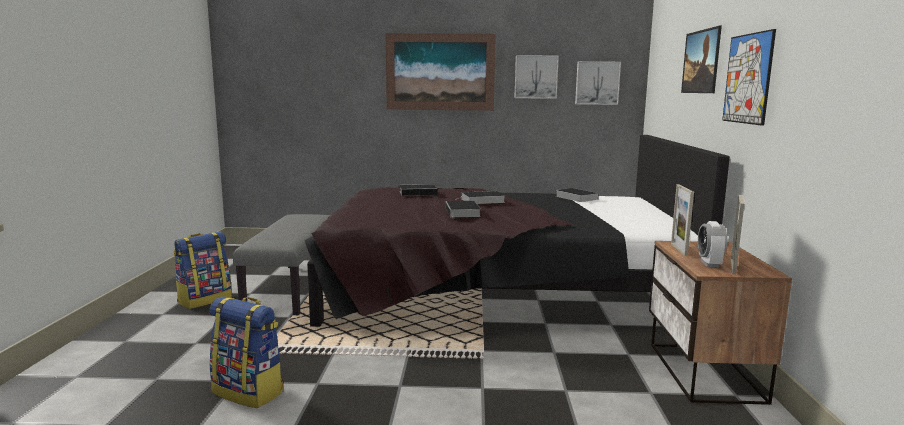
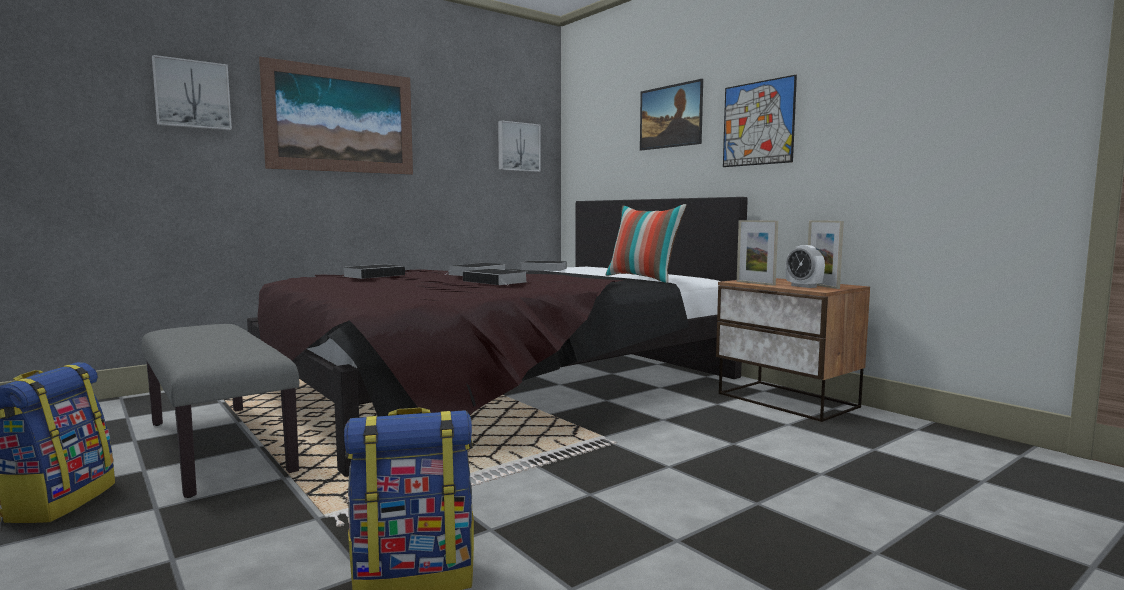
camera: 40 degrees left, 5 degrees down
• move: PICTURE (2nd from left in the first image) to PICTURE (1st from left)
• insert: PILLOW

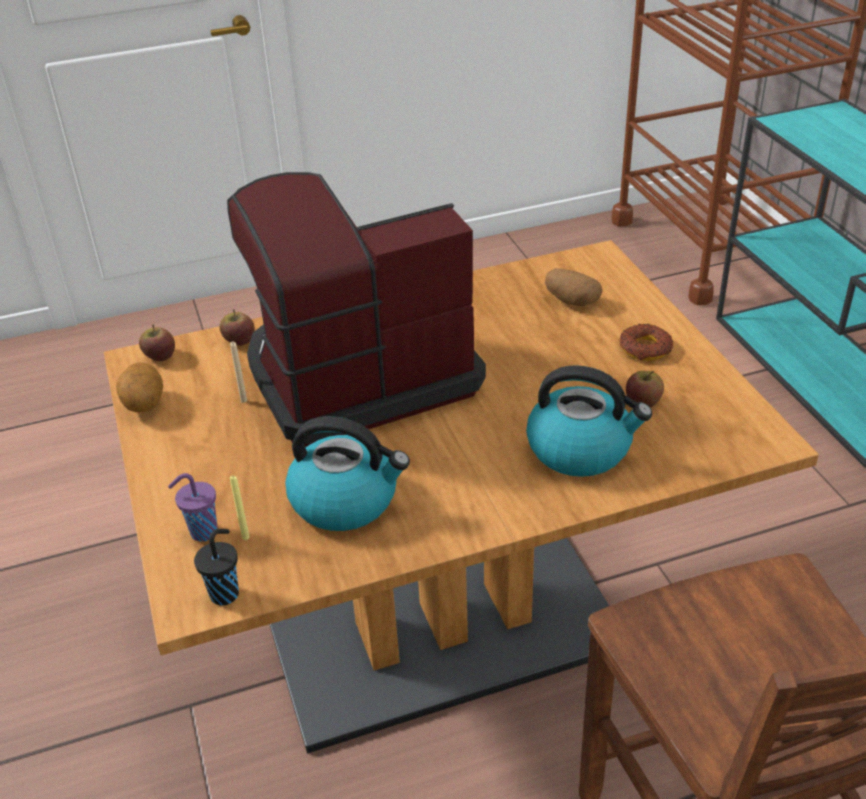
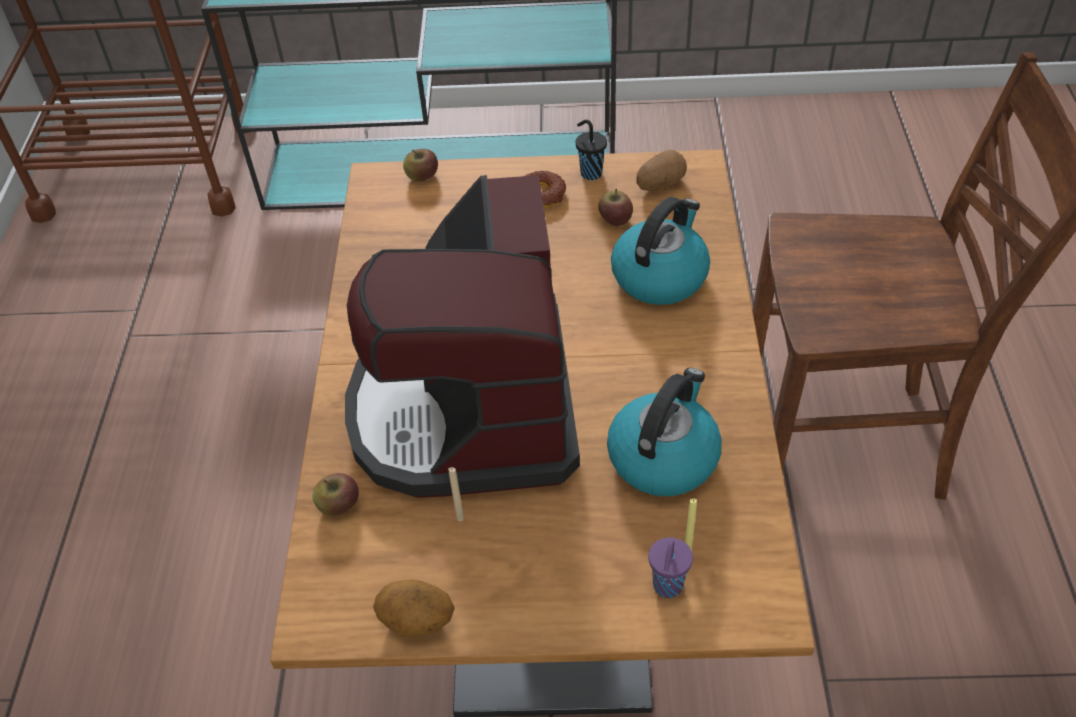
camera: 70 degrees left, 10 degrees up
• move: APPLE (1st from left in the first image) to APPLE (2nd from left)
• move: BLACK CUP
• move: POTATO (2nd from left)

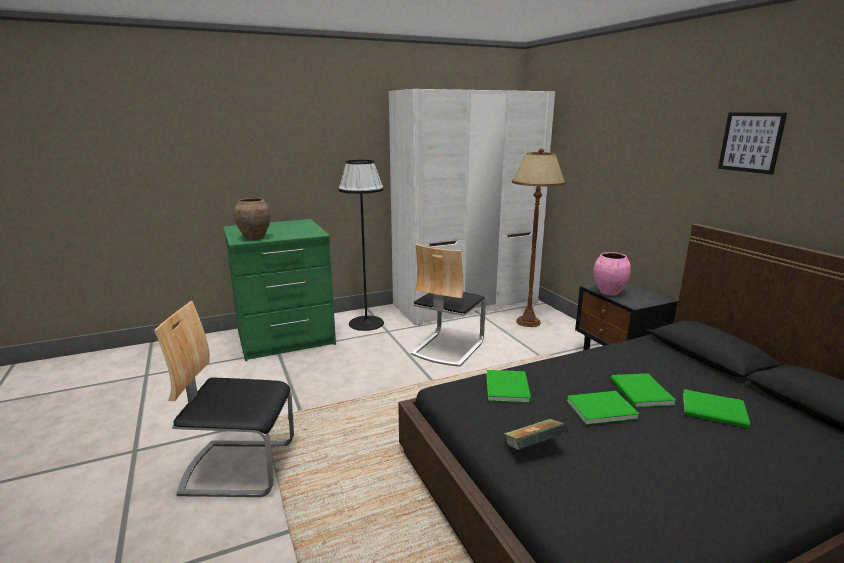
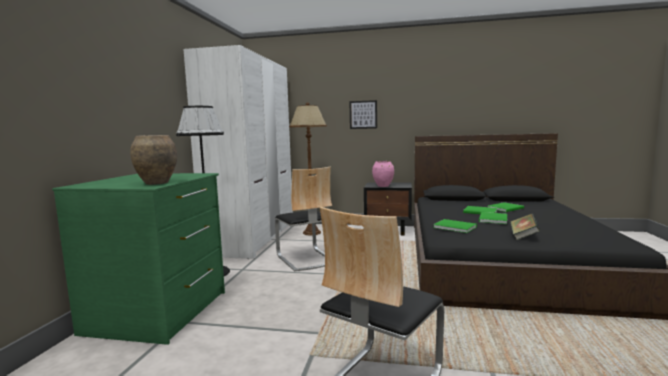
camera: 55 degrees left, 10 degrees down
• move: PICTURE

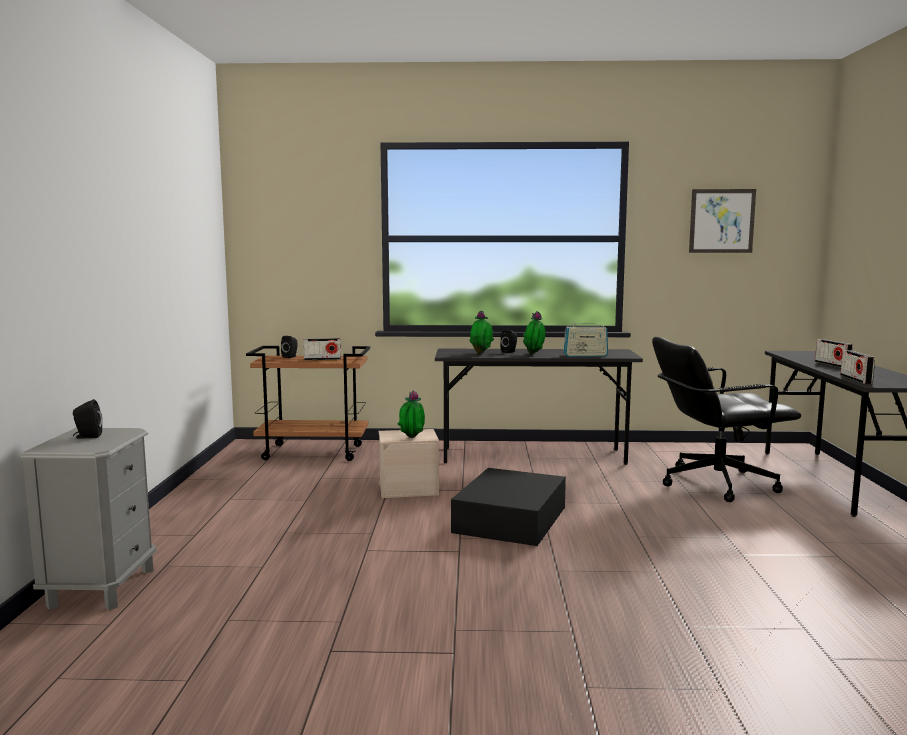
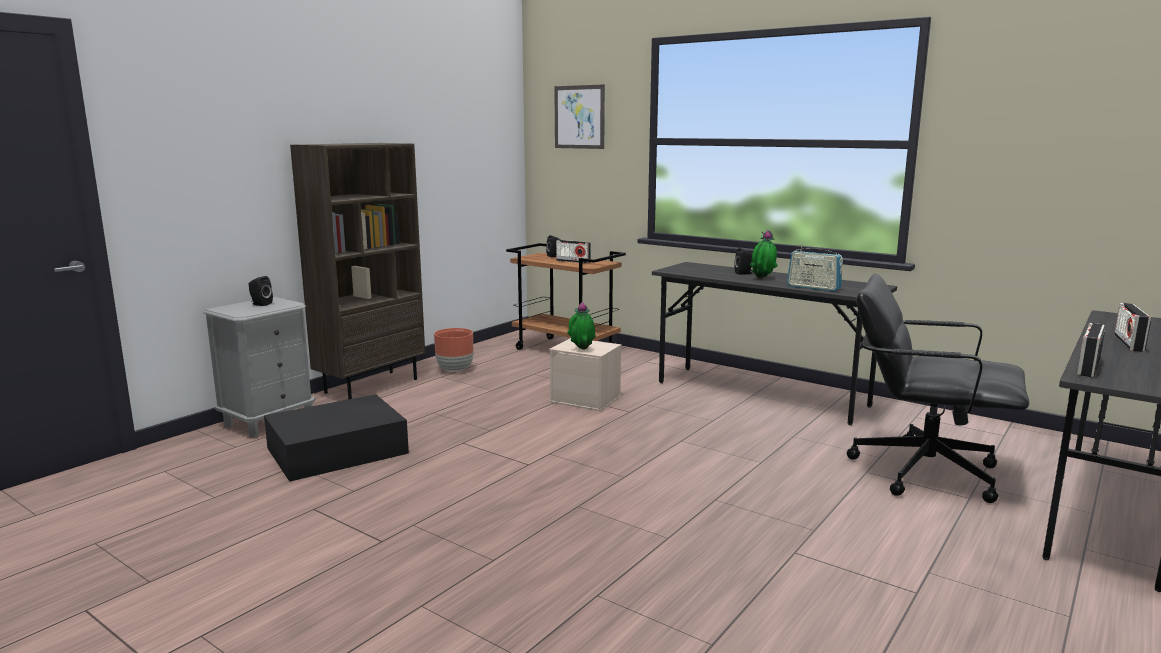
camera: 35 degrees right, 5 degrees up
• move: BLACK STORAGE BOX
• delete: POTTED PLANT (2nd from left)
• move: PICTURE
• insert: BROWN BOOKCASE
• insert: BROWN PLANTER

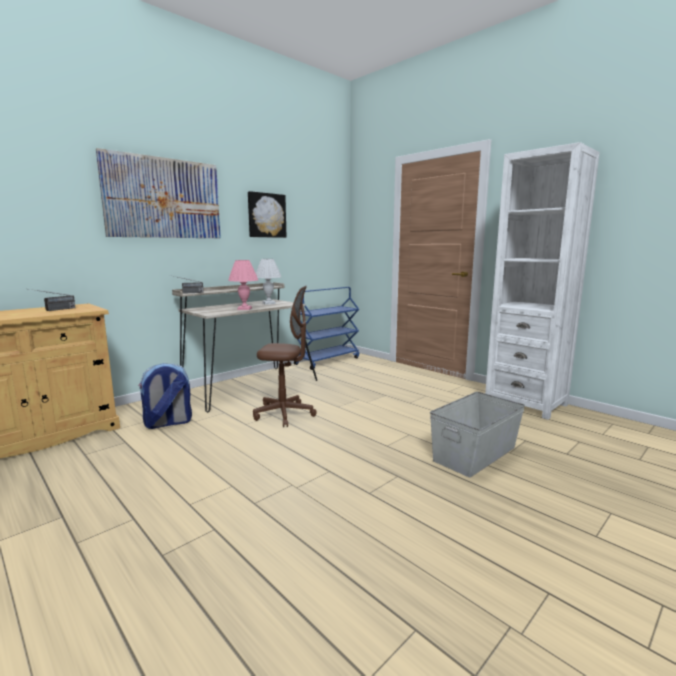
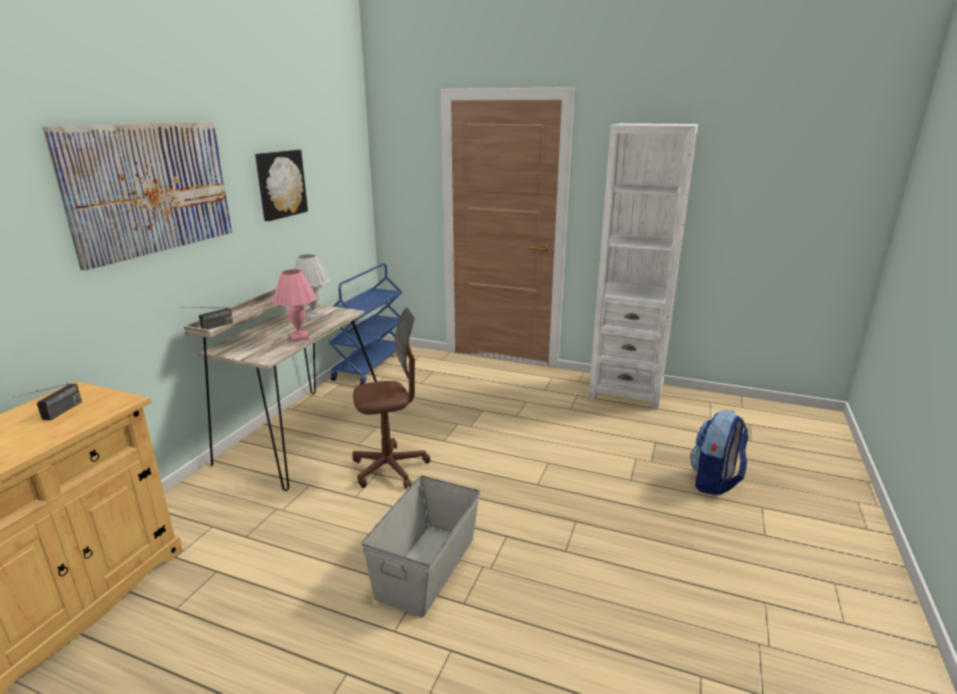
camera: 25 degrees left, 10 degrees up
• move: BACKPACK
• move: GREY STORAGE BOX

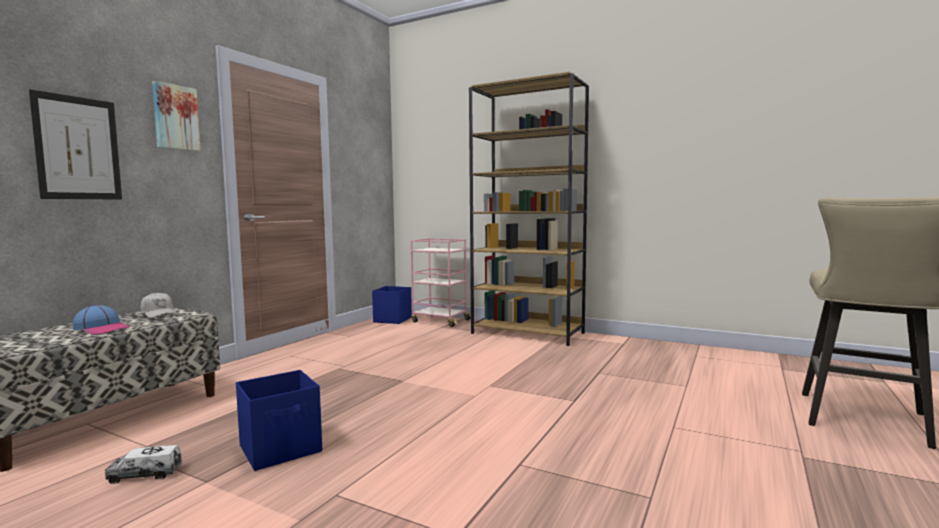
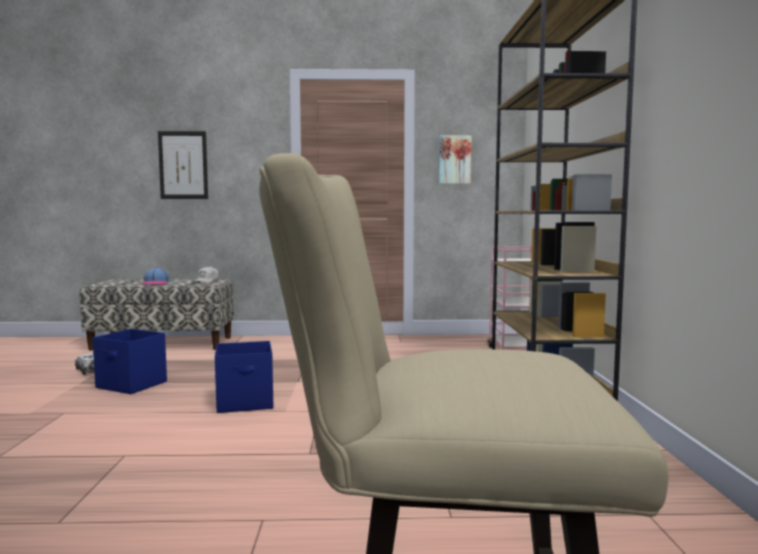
camera: 60 degrees right, 0 degrees up
• move: PICTURE (2nd from left)
• move: BLUE STORAGE BOX (2nd from left)

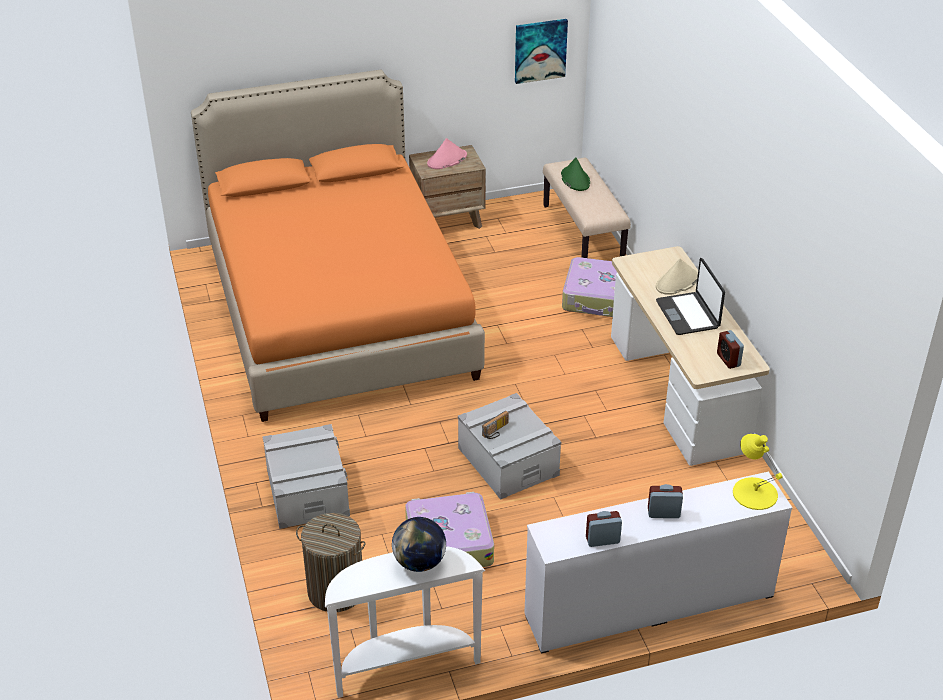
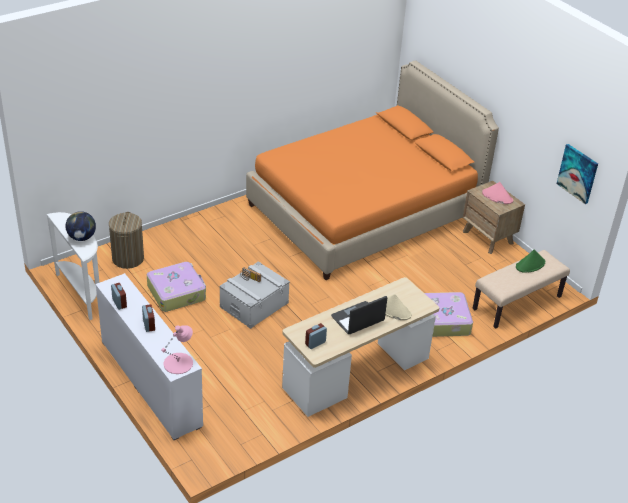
camera: 70 degrees right, 0 degrees up
• delete: GREY STORAGE BOX (1st from left)
• recolor: YELLOW TABLE LAMP to PINK TABLE LAMP

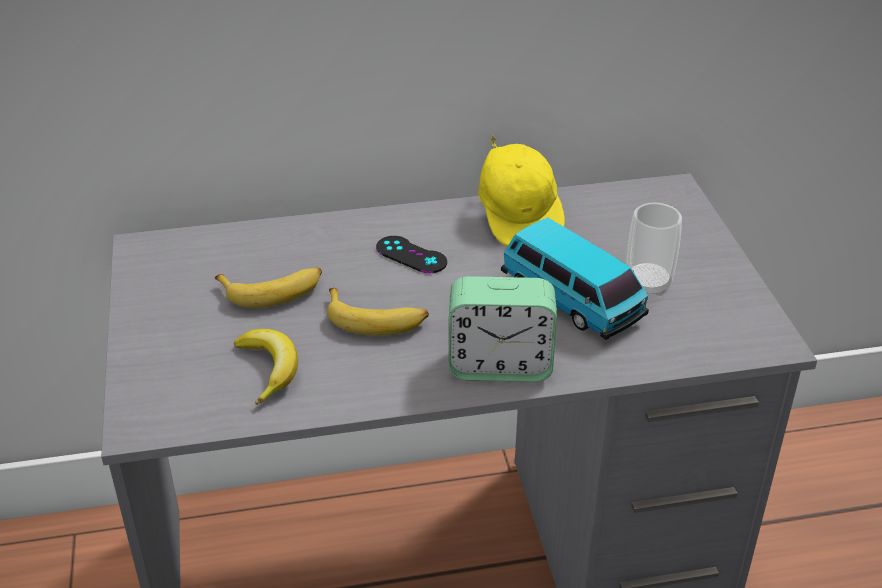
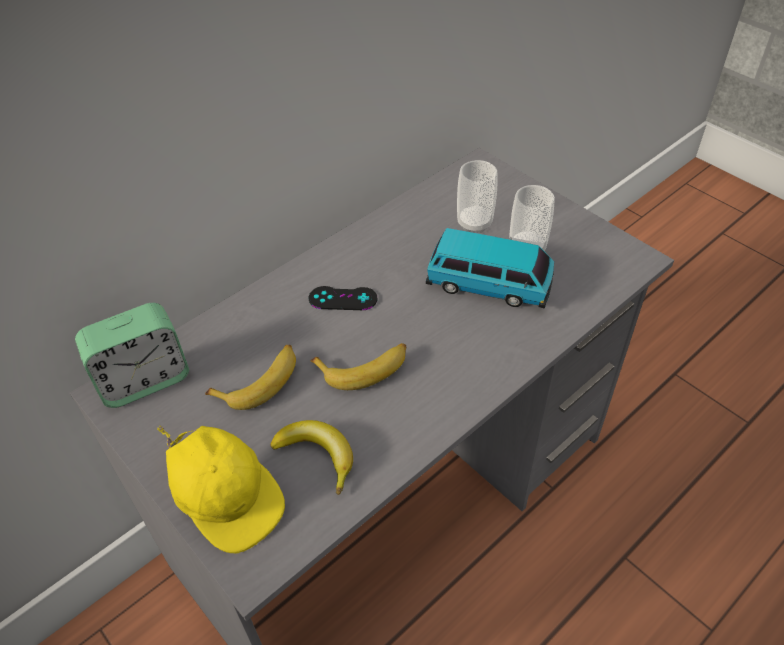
camera: 30 degrees left, 10 degrees up
• move: ALARM CLOCK
• move: YELLOW CAP
• insert: CUP (1st from left)

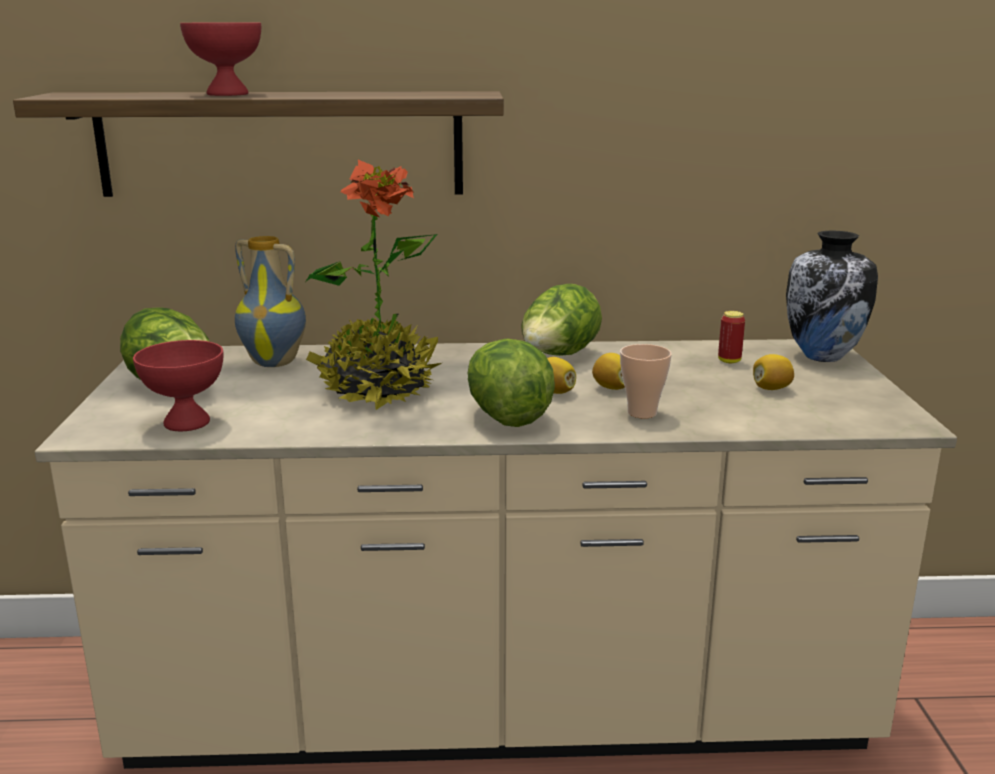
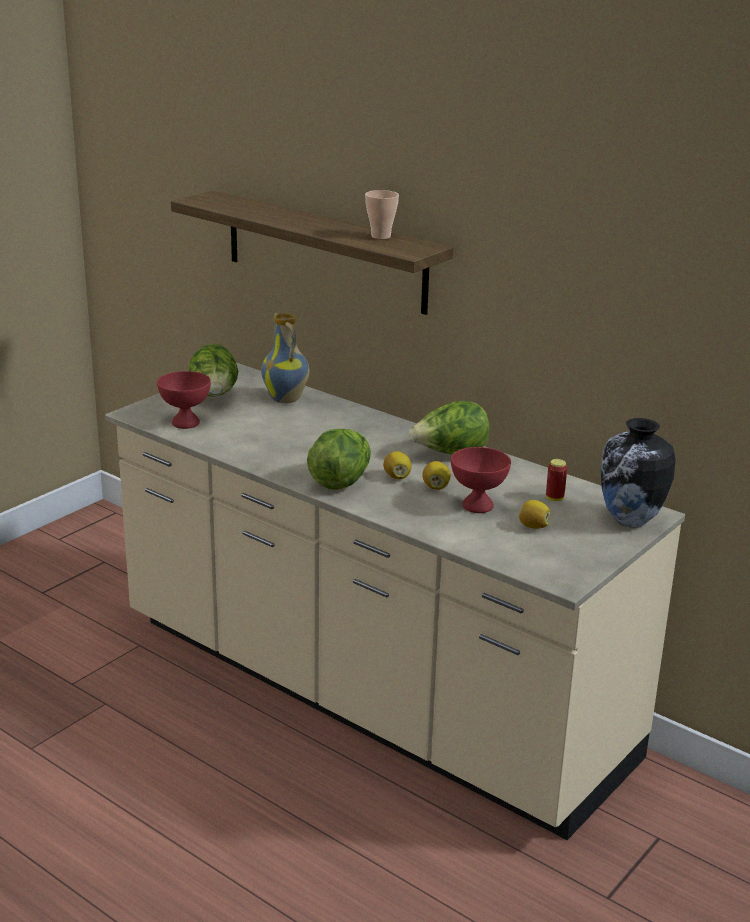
camera: 40 degrees right, 5 degrees up
• move: RED BOWL (2nd from left)
• delete: POTTED PLANT
• move: CUP

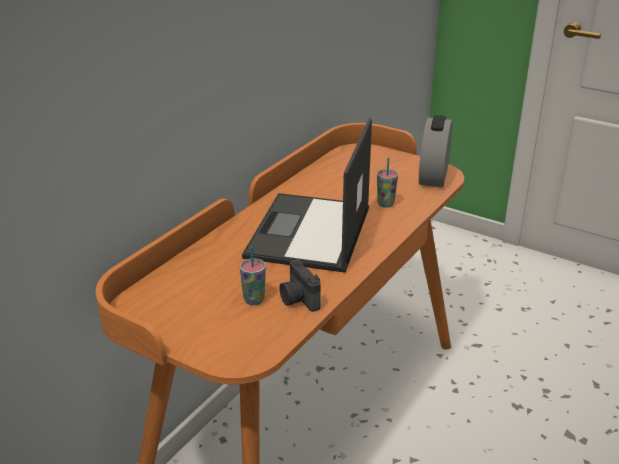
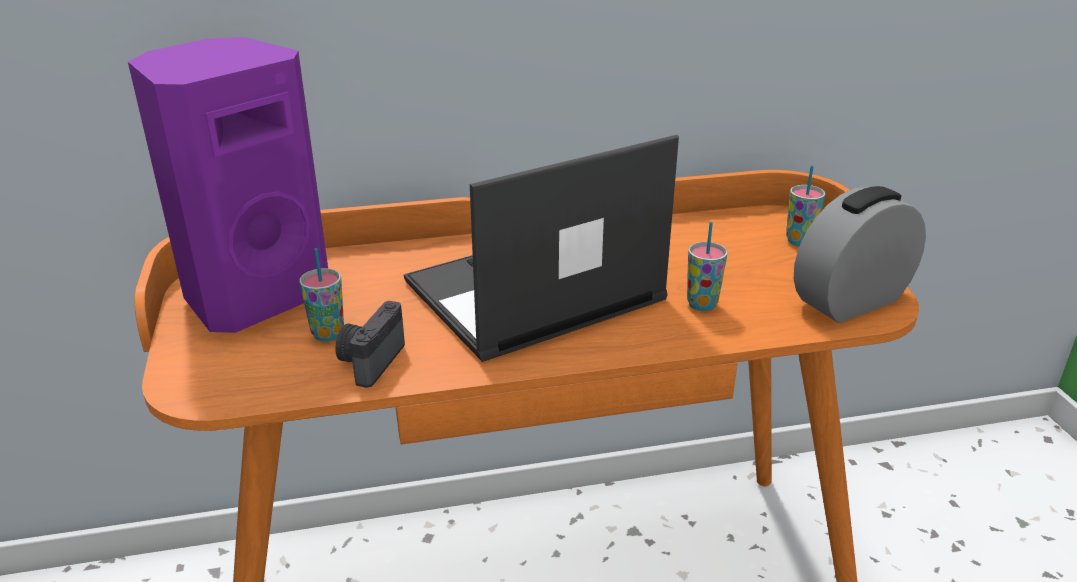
camera: 45 degrees right, 0 degrees up
• insert: PURPLE SPEAKER
• insert: CUP (3rd from left)

